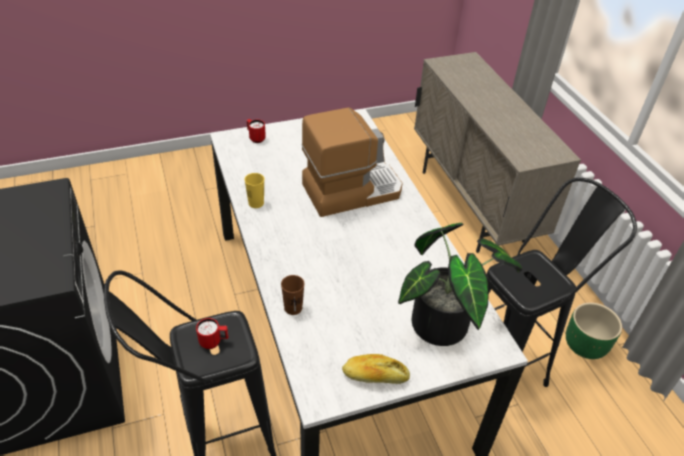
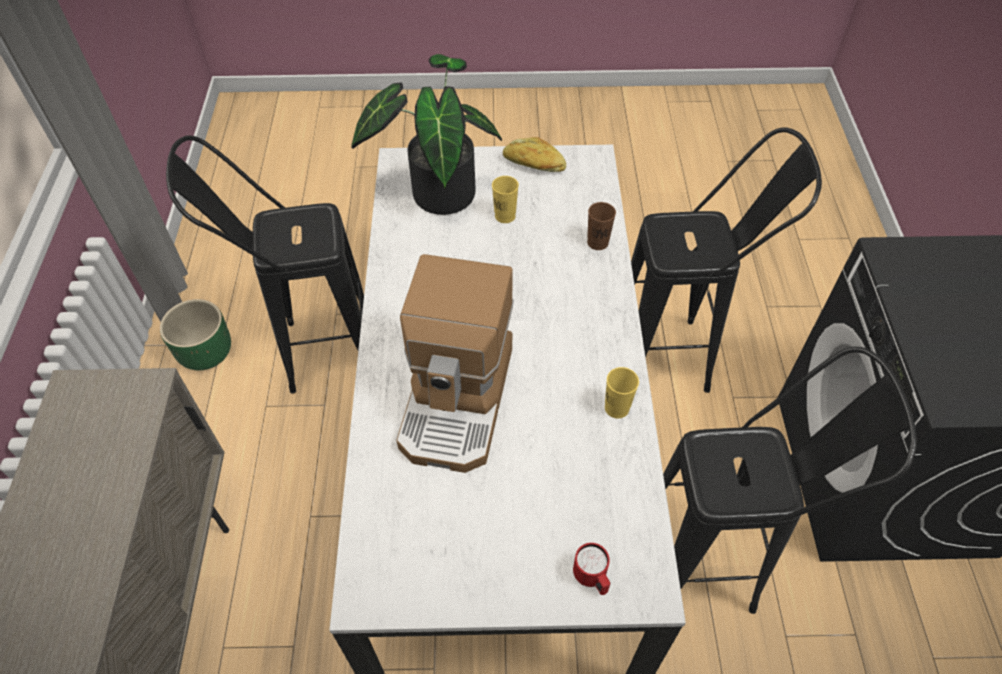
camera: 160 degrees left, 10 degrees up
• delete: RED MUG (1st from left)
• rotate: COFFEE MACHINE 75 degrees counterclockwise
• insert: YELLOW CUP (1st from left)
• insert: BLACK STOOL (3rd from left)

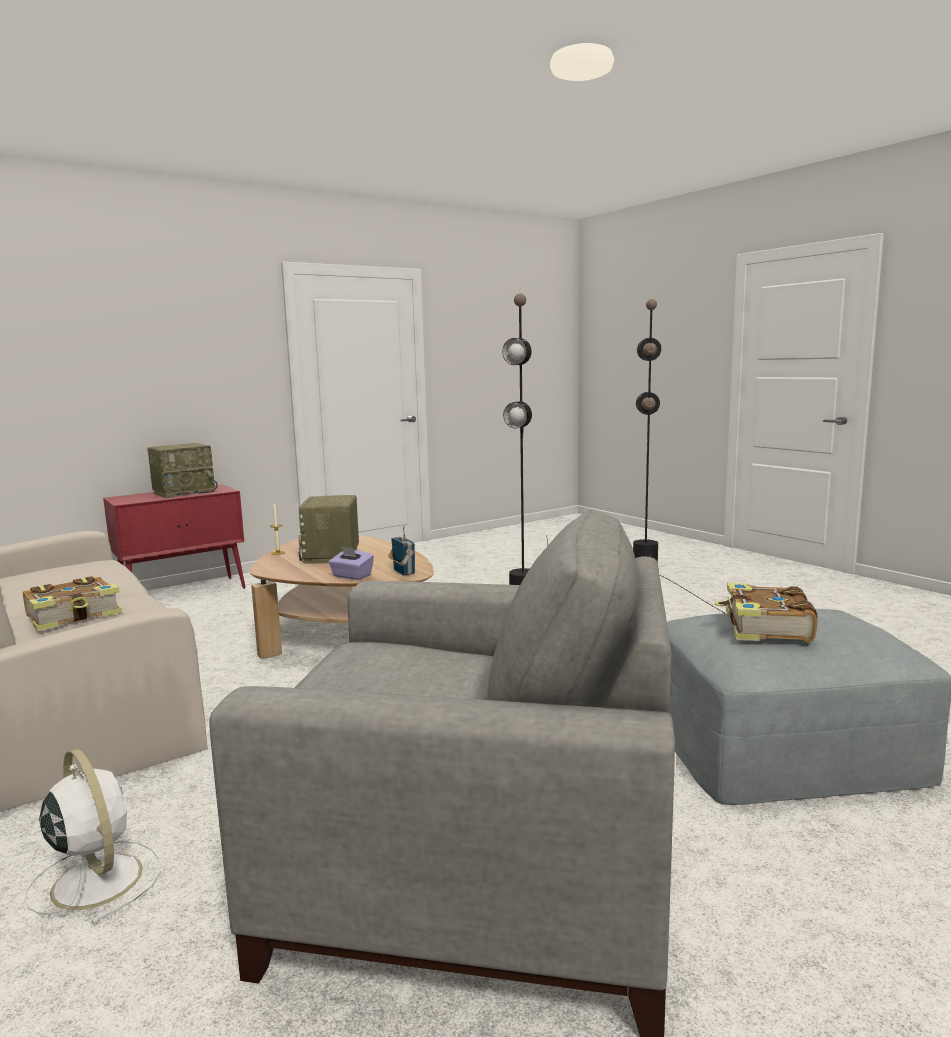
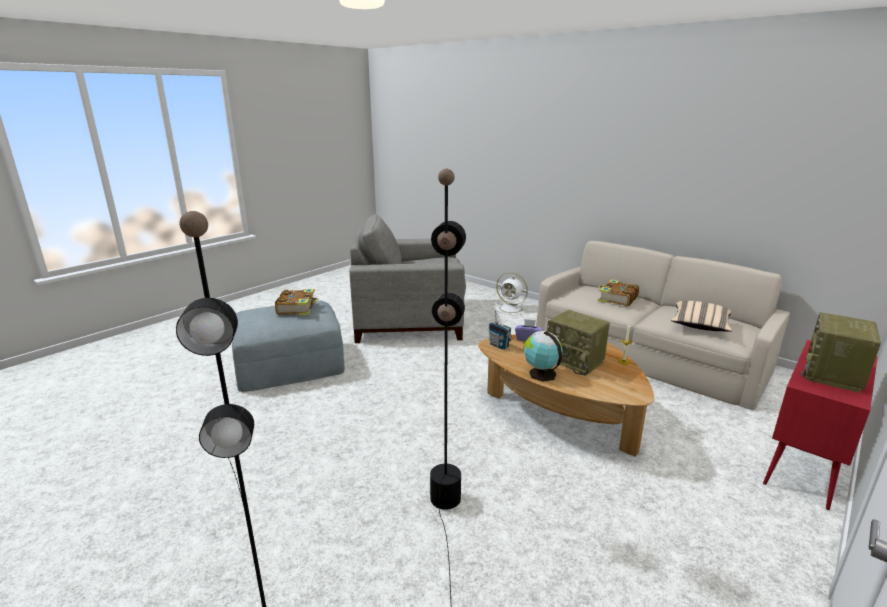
camera: 165 degrees right, 10 degrees up
• rotate: RADIO (2nd from left) 150 degrees clockwise
• insert: GLOBE
• insert: BEIGE PILLOW

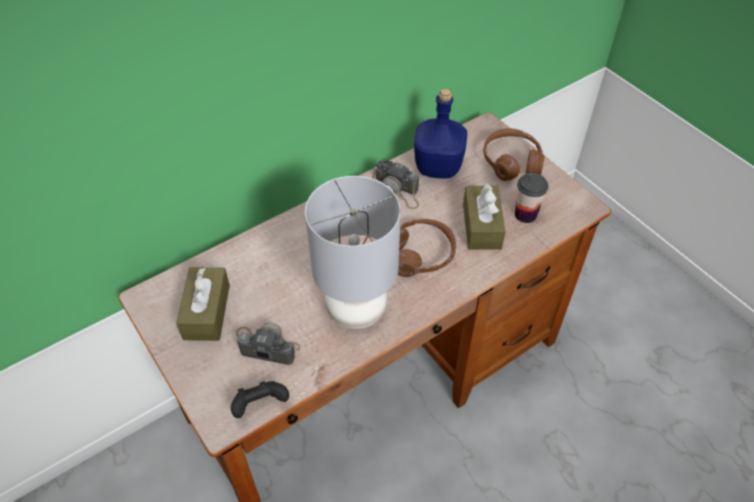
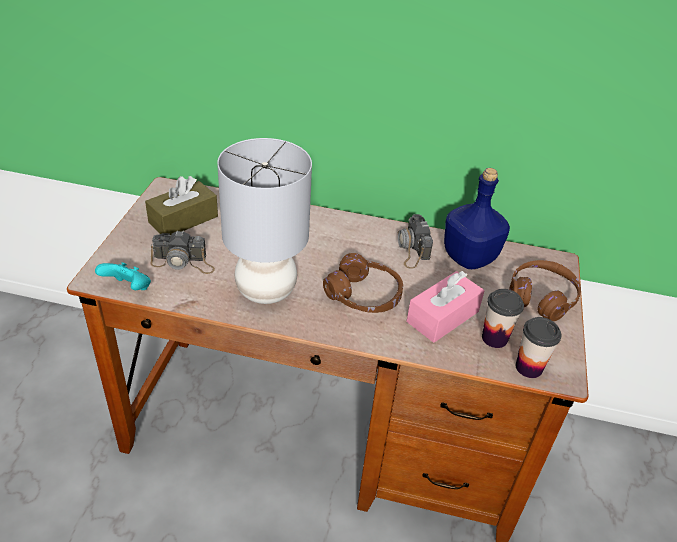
camera: 45 degrees right, 10 degrees down
• recolor: BLACK GAME CONTROLLER to TURQUOISE GAME CONTROLLER
• rotate: PHOTO CAMERA (1st from left) 120 degrees clockwise
• recolor: BROWN TISSUE BOX (2nd from left) to PINK TISSUE BOX
• insert: CUP (2nd from left)

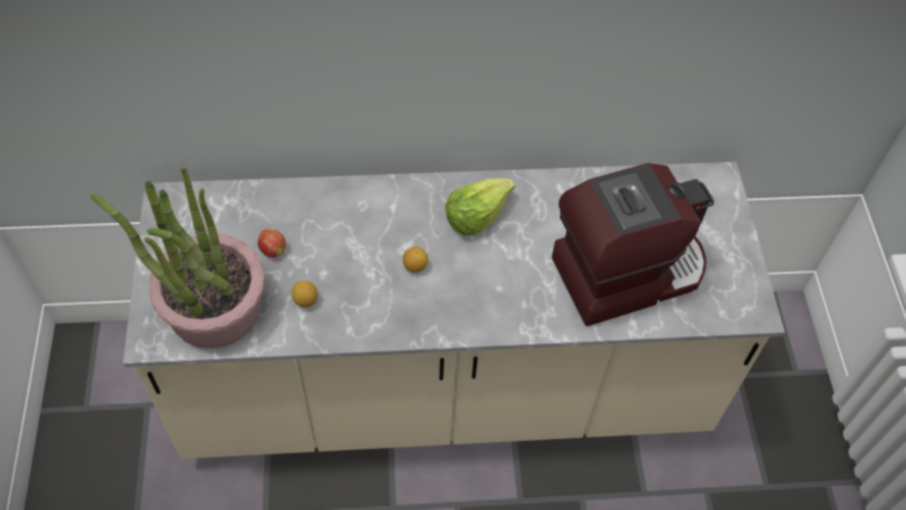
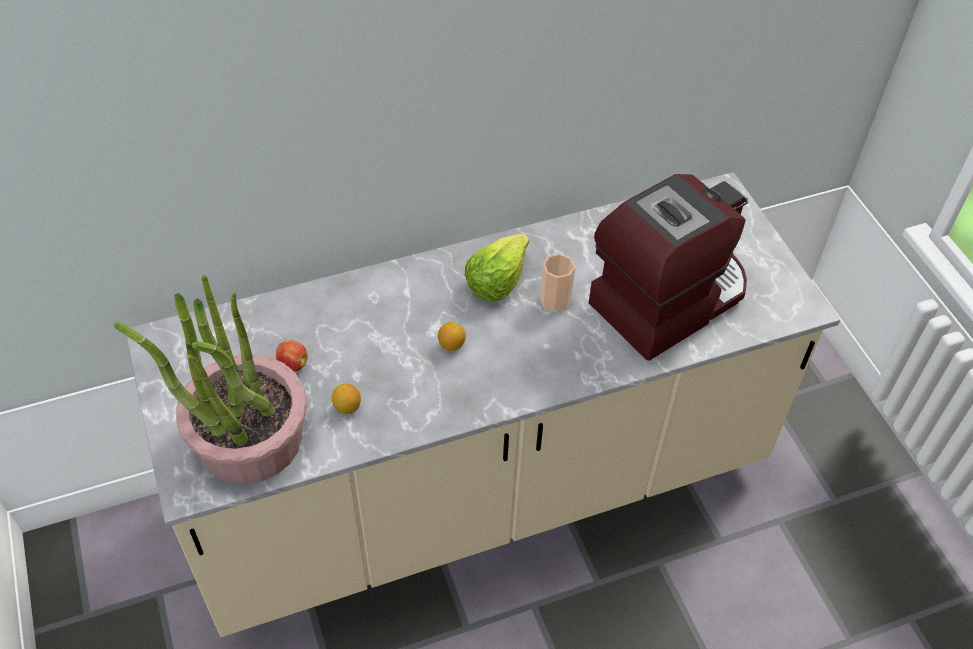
camera: 15 degrees left, 5 degrees down
• insert: CUP

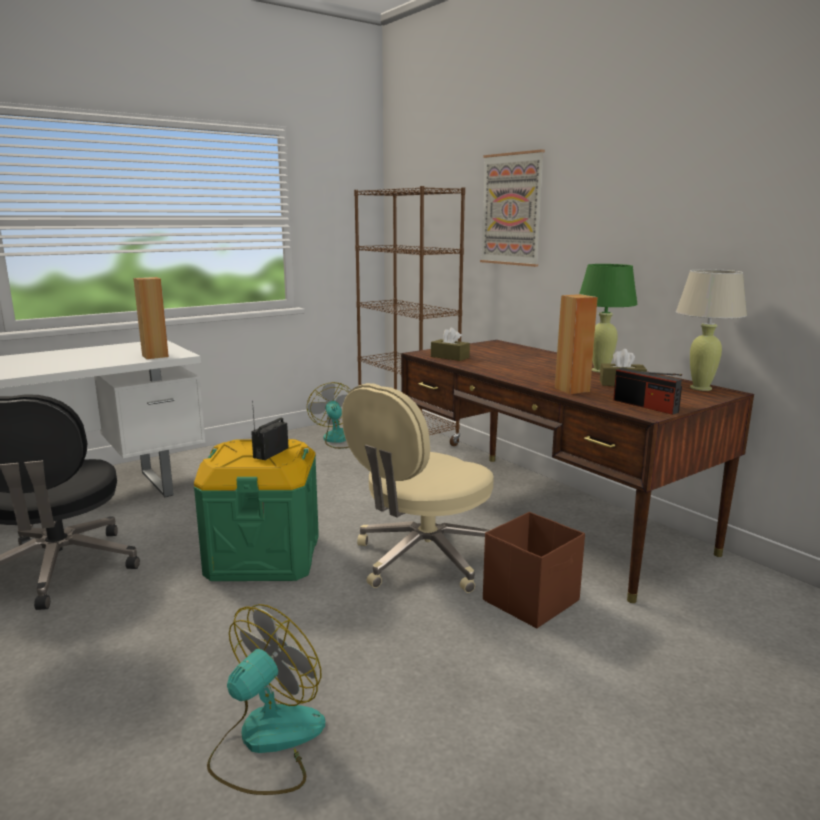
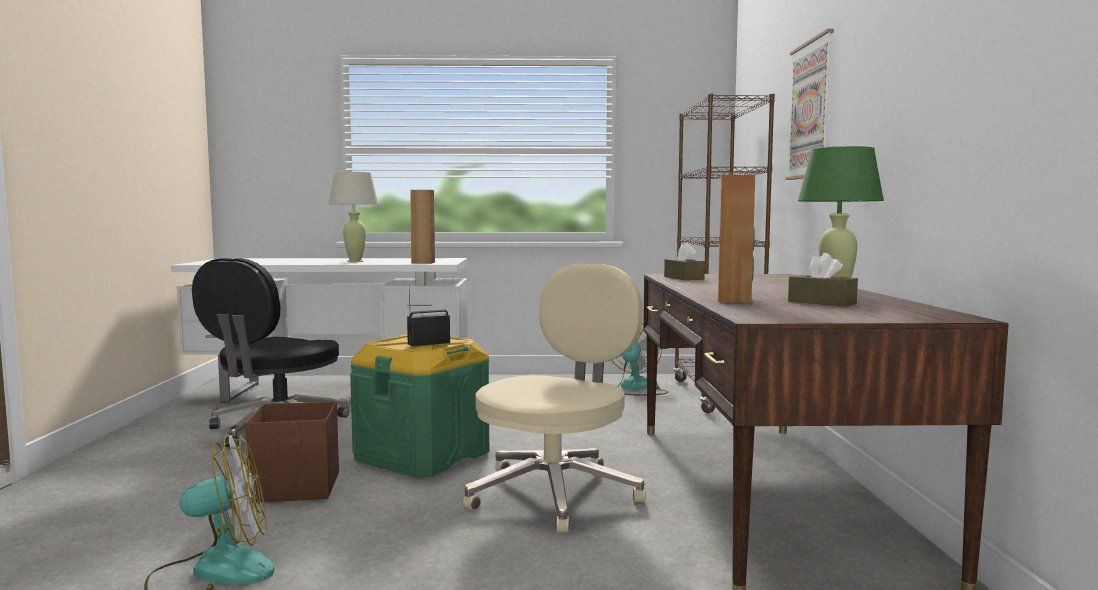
camera: 35 degrees right, 10 degrees down
• rotate: BEIGE OFFICE CHAIR 135 degrees clockwise
• move: BROWN STORAGE BOX
• delete: RADIO (2nd from left)
• move: BEIGE TABLE LAMP

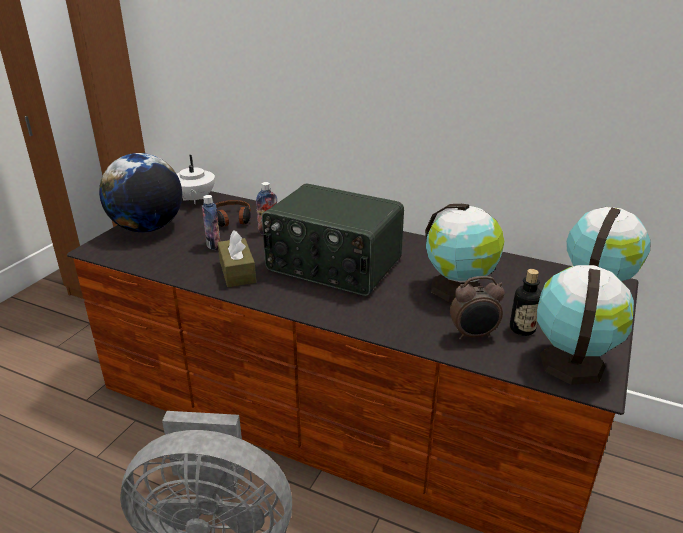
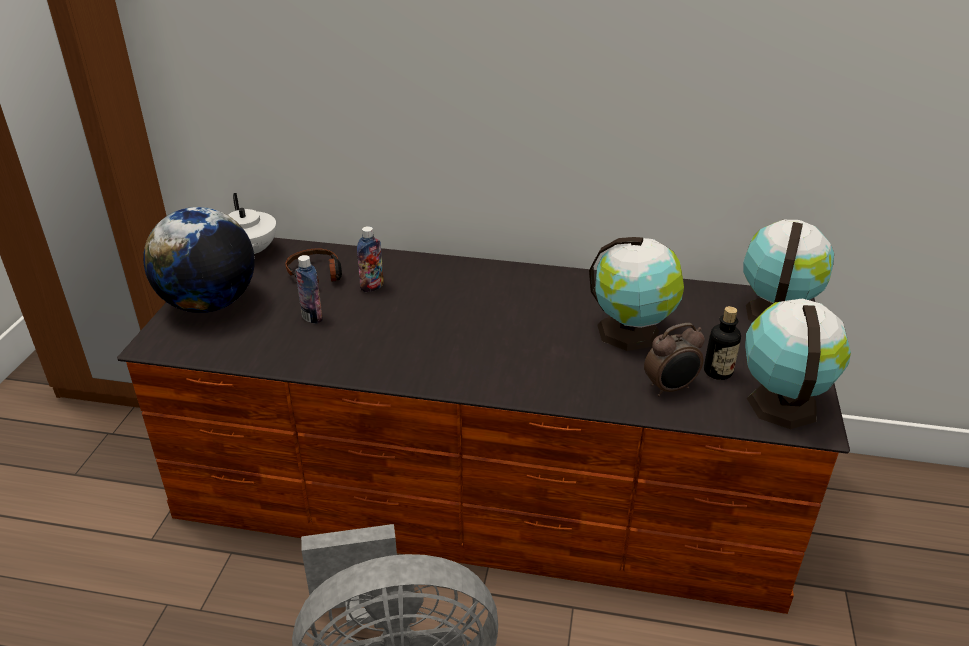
camera: 15 degrees left, 5 degrees up
• delete: BROWN TISSUE BOX
• delete: RADIO

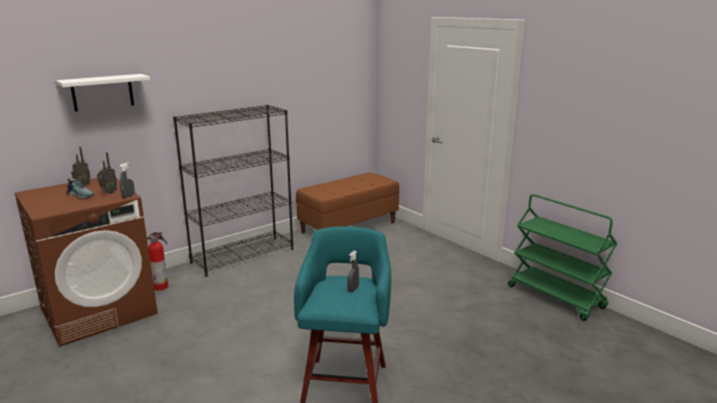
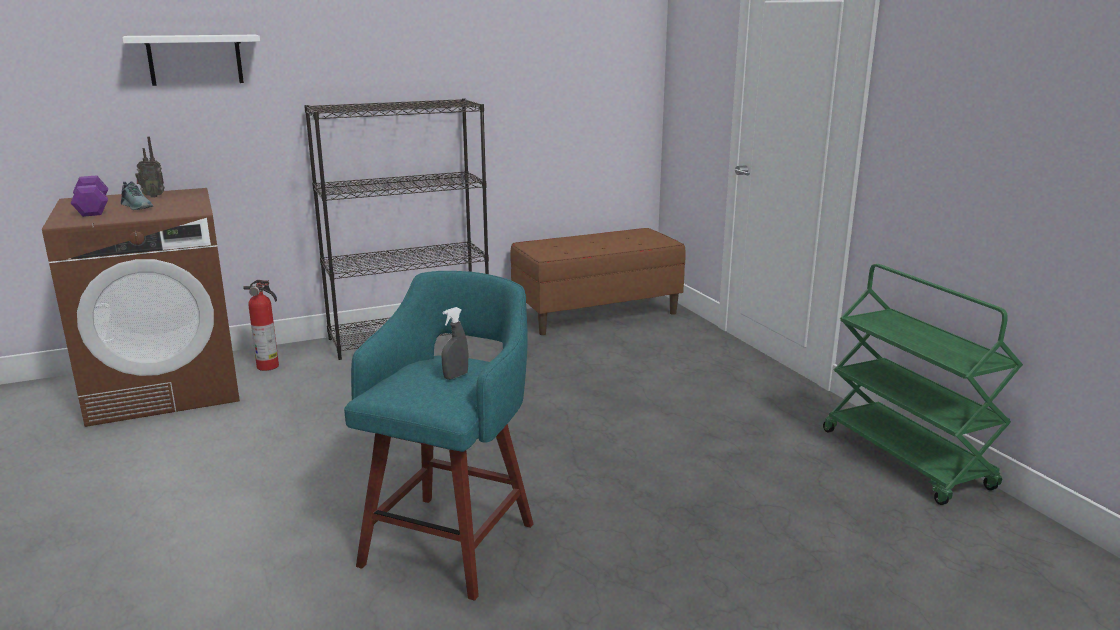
camera: 15 degrees right, 0 degrees up
• delete: RADIO (2nd from left)
• delete: GREY SPRAY BOTTLE (1st from left)
• insert: PURPLE DUMBBELL

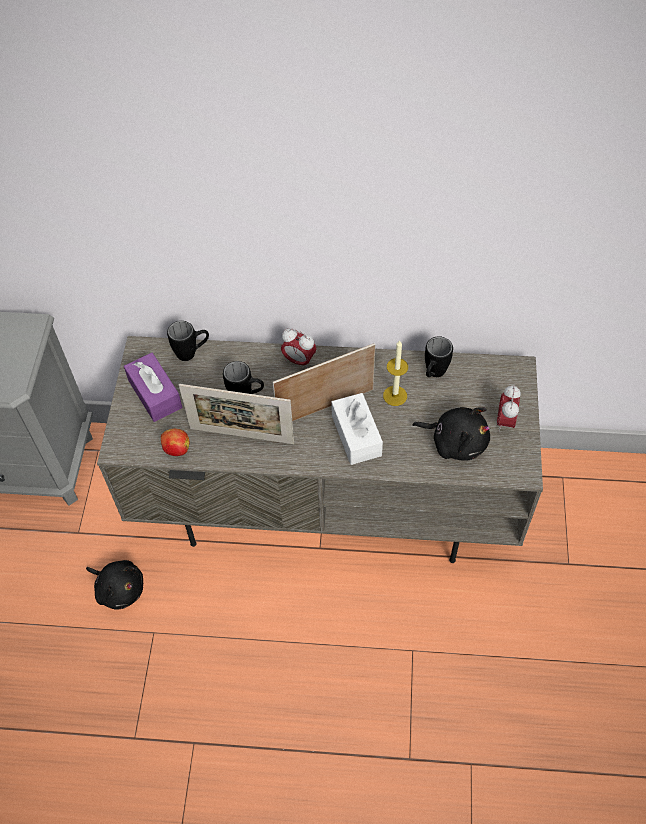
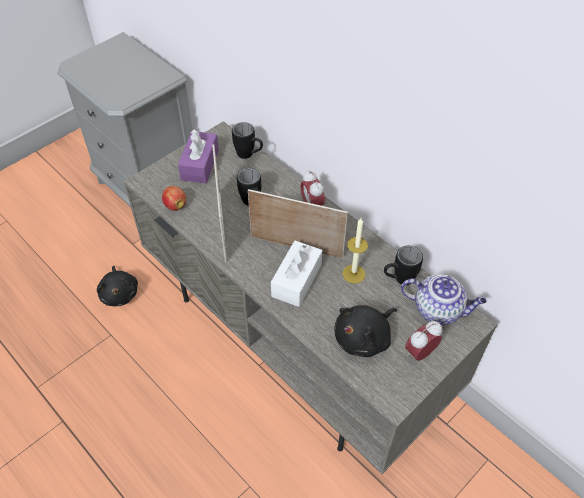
camera: 40 degrees right, 5 degrees down
• rotate: PICTURE FRAME (1st from left) 150 degrees counterclockwise
• rotate: BLACK PLUSH TOY (2nd from left) 75 degrees clockwise
• insert: TEAPOT

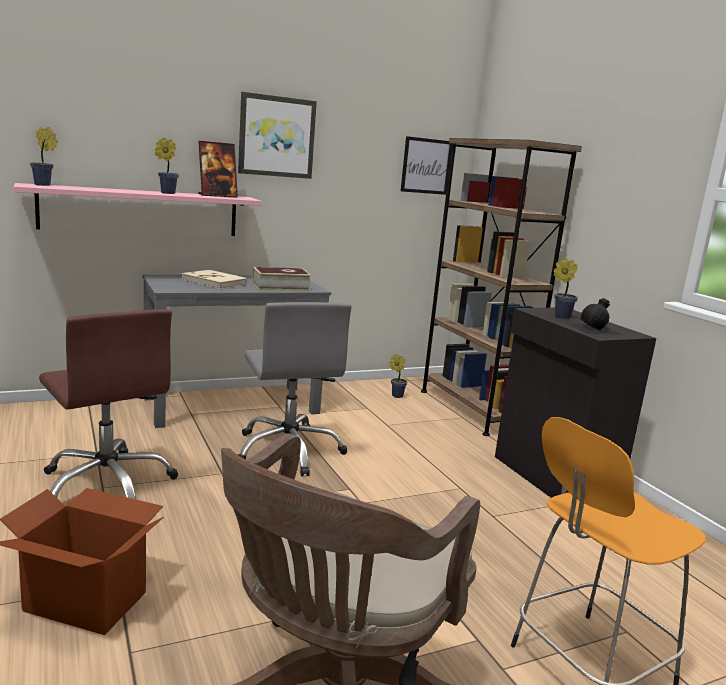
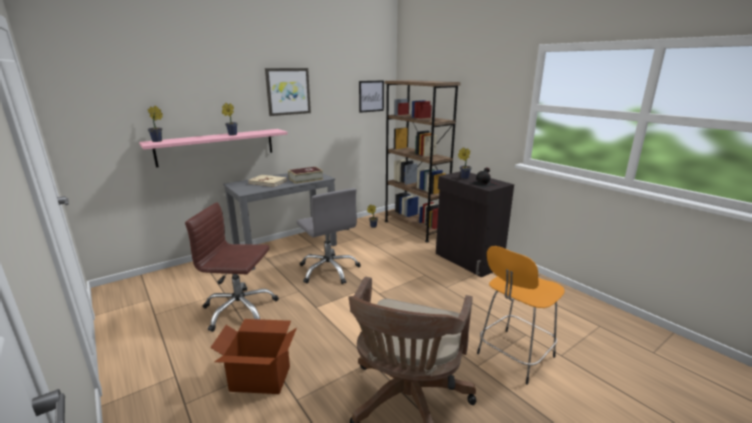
camera: 10 degrees left, 5 degrees up
• rotate: BROWN OFFICE CHAIR (1st from left) 150 degrees clockwise
• delete: PICTURE FRAME

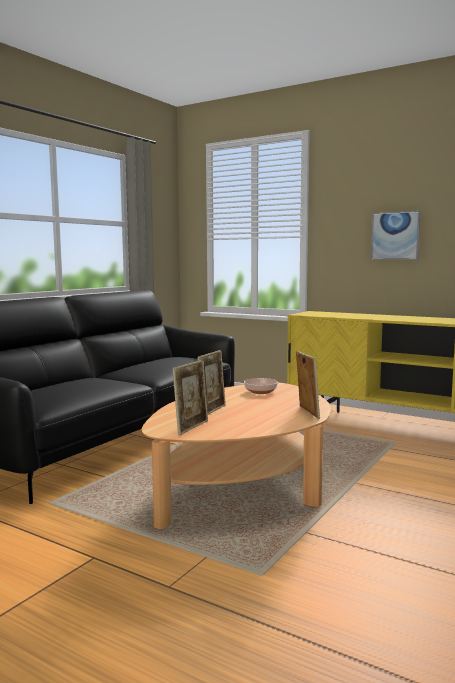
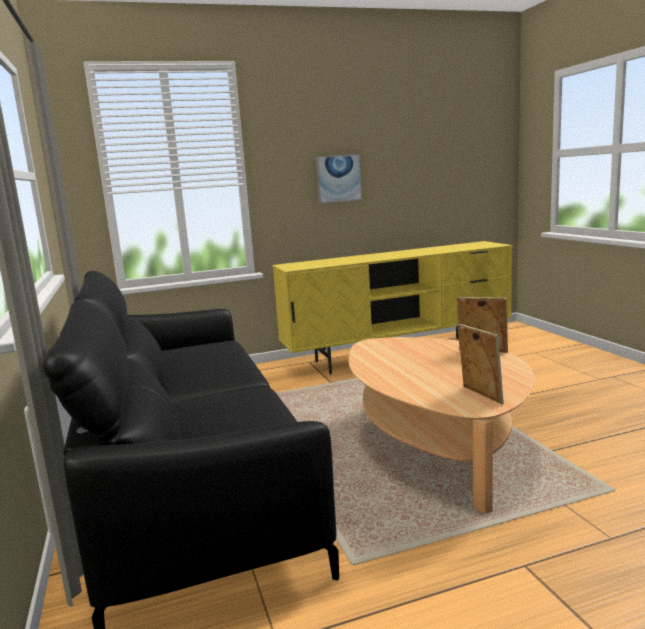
camera: 50 degrees left, 5 degrees up
• delete: PICTURE FRAME (2nd from left)
• delete: BOWL

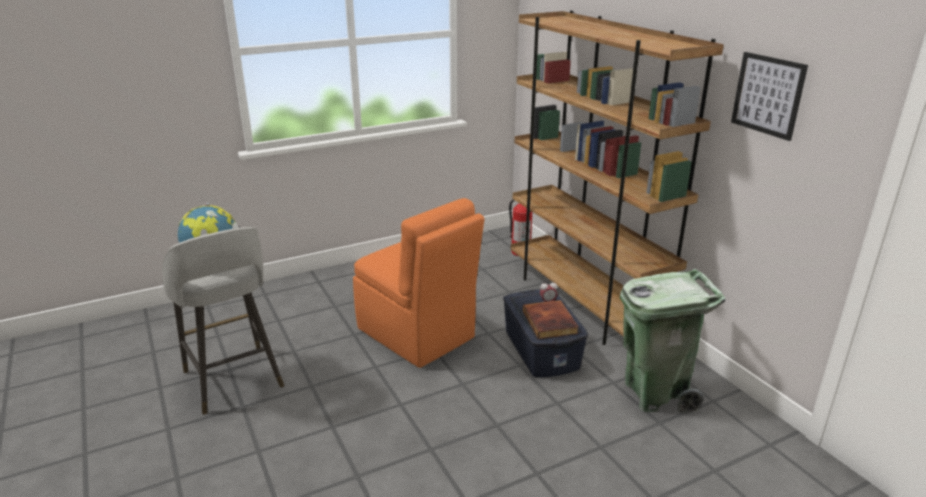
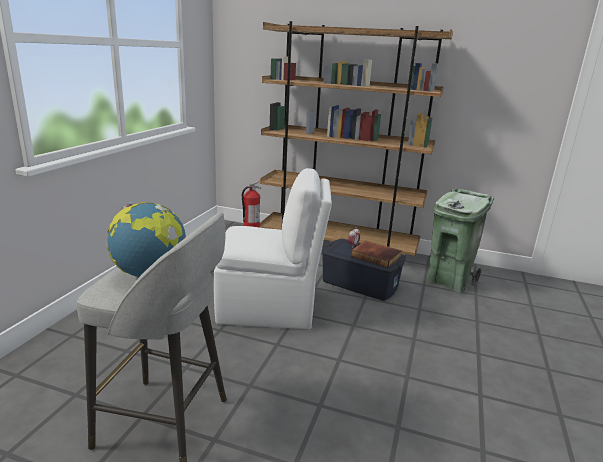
camera: 45 degrees left, 5 degrees down
• recolor: ORANGE CHAIR to WHITE CHAIR
• delete: PICTURE

